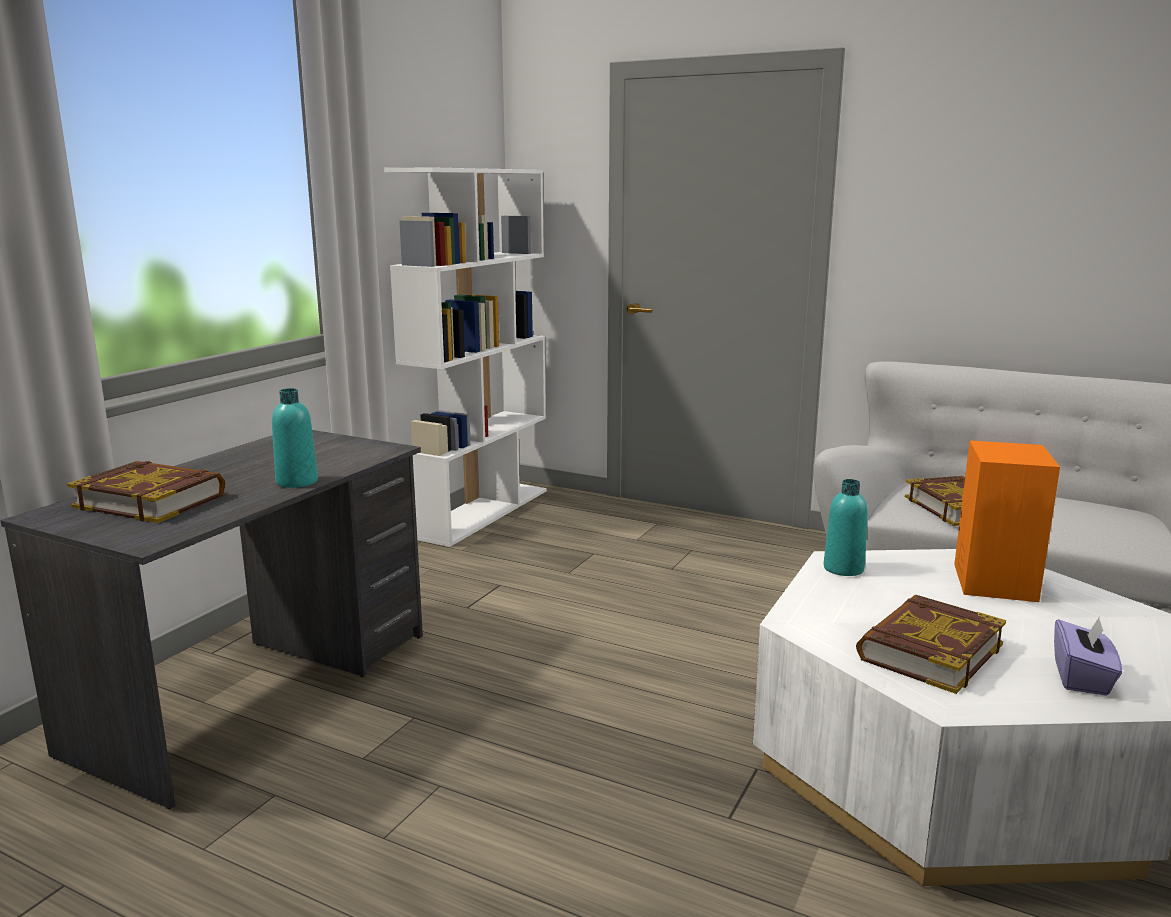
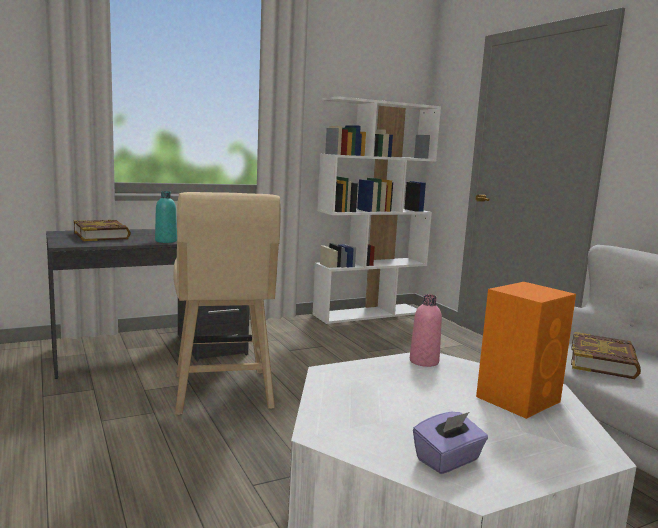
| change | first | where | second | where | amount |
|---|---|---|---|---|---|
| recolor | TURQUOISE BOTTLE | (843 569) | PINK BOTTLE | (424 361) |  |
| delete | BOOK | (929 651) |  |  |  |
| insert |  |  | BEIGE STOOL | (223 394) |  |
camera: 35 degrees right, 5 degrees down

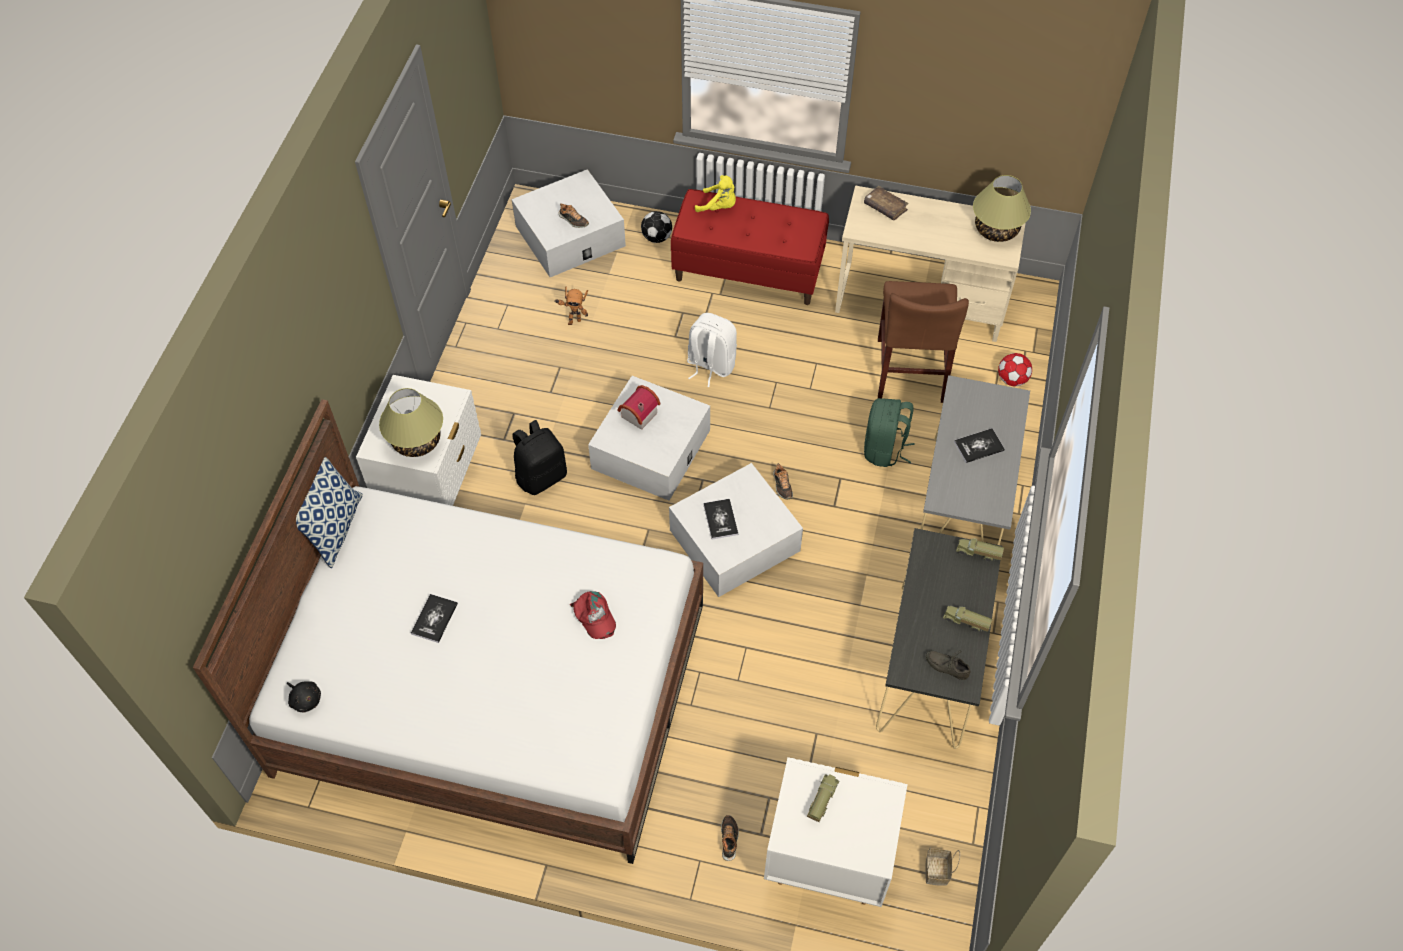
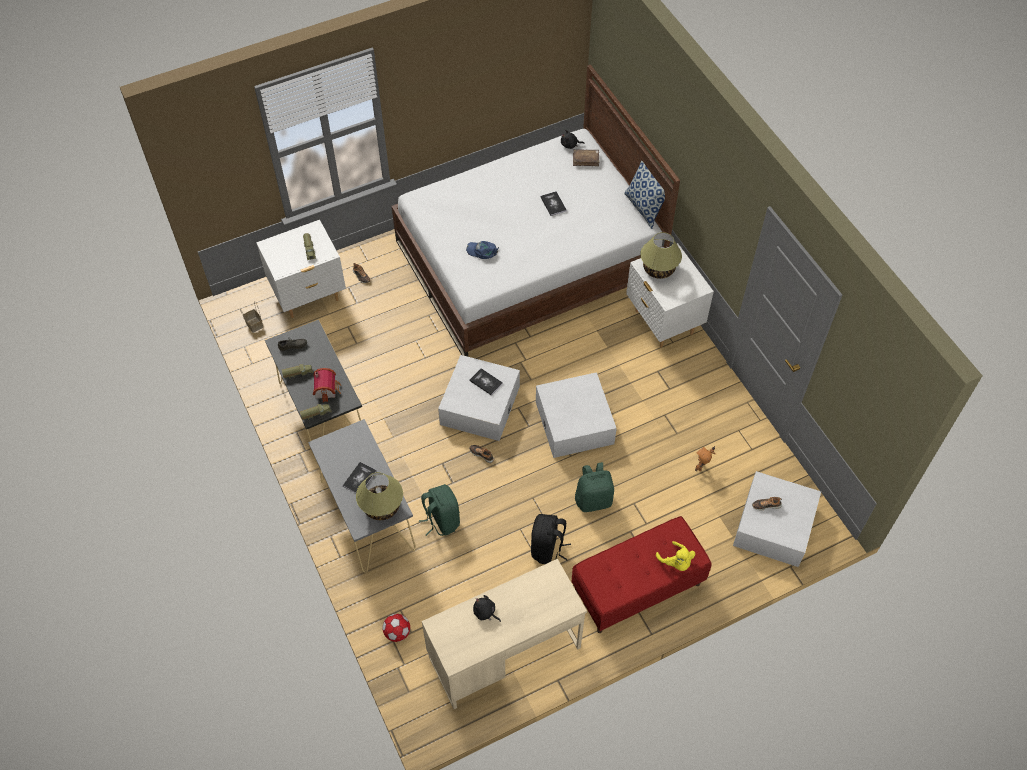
| change | first | where | second | where | amount |
|---|---|---|---|---|---|
| rotate | YELLOW PLUSH TOY | (719 206) |  | (676 562) | 105 degrees counterclockwise |
| move | TABLE LAMP | (996 230) |  | (381 506) |  |
| move | BROWN BOOK | (885 207) |  | (585 160) |  |
| delete | FOOTBALL | (657 238) |  |  |  |
| delete | BROWN CHAIR | (910 370) |  |  |  |
| recolor | WHITE BACKPACK | (710 365) | GREEN BACKPACK | (593 499) |  |
| move | TOY HOUSE | (637 414) |  | (327 389) |  |
| move | BLACK BACKPACK | (541 476) |  | (547 549) |  |
| recolor | RED CAP | (594 617) | BLUE CAP | (482 251) |  |
| insert |  |  | BLACK PLUSH TOY | (485 612) |  |
camera: 140 degrees right, 0 degrees up

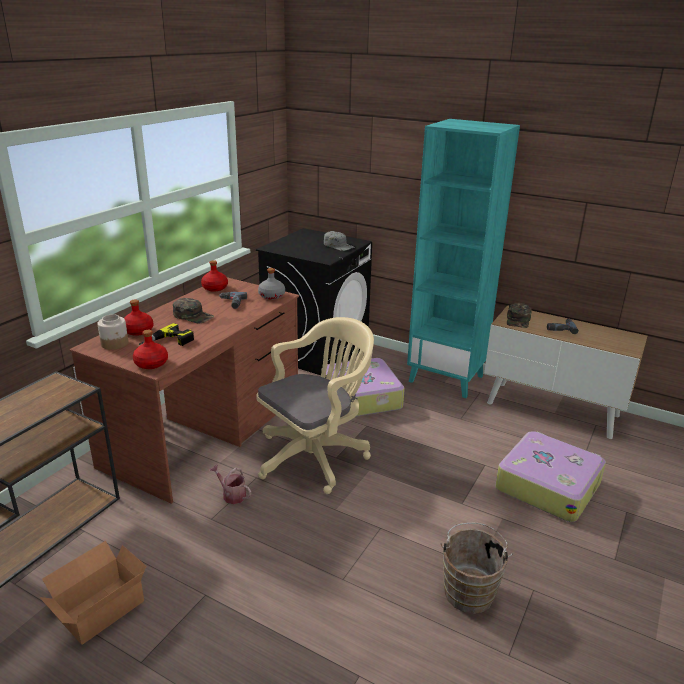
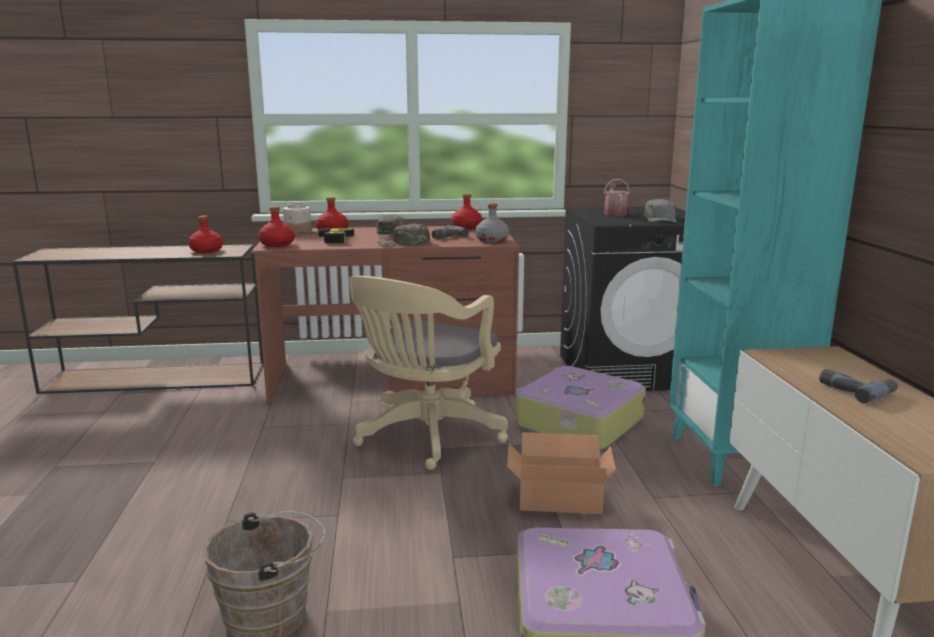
| change | first | where | second | where | amount |
|---|---|---|---|---|---|
| move | GREEN CAP | (518 320) |  | (403 243) |  |
| rotate | BEIGE OFFICE CHAIR | (316 455) |  | (426 437) | 105 degrees clockwise |
| move | WATERING CAN | (231 495) |  | (614 213) |  |
| move | CARDBOARD BOX | (98 609) |  | (557 496) |  |
| insert |  |  | RED BOTTLE | (206 251) |  |
camera: 55 degrees right, 10 degrees down

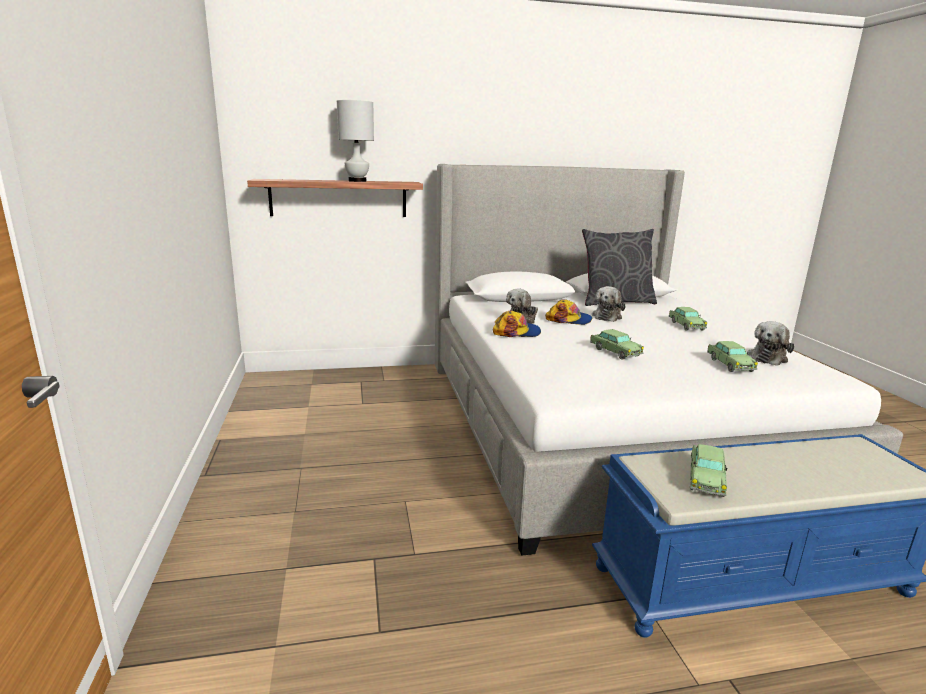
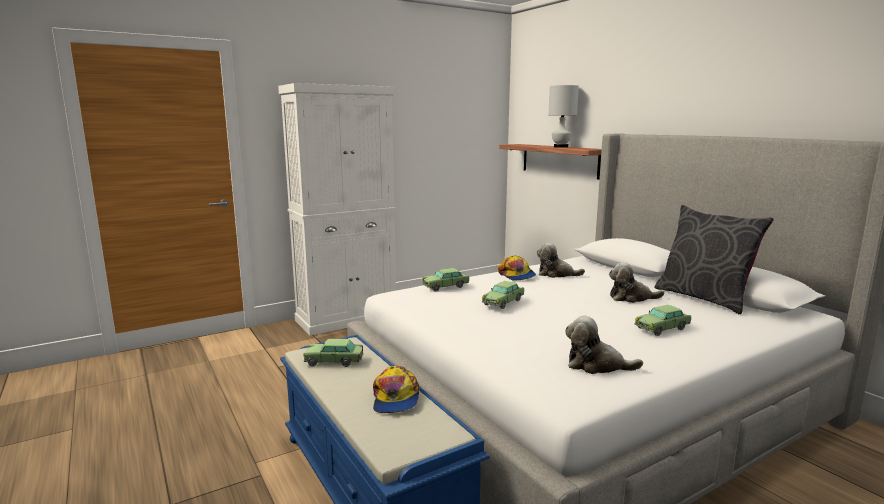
| change | first | where | second | where | amount |
|---|---|---|---|---|---|
| move | CAP | (569 320) |  | (395 398) |  |
| move | TOY CAR | (729 365) |  | (445 286) |  |
| insert |  |  | WHITE CABINET | (347 318) |  |
camera: 70 degrees right, 5 degrees down

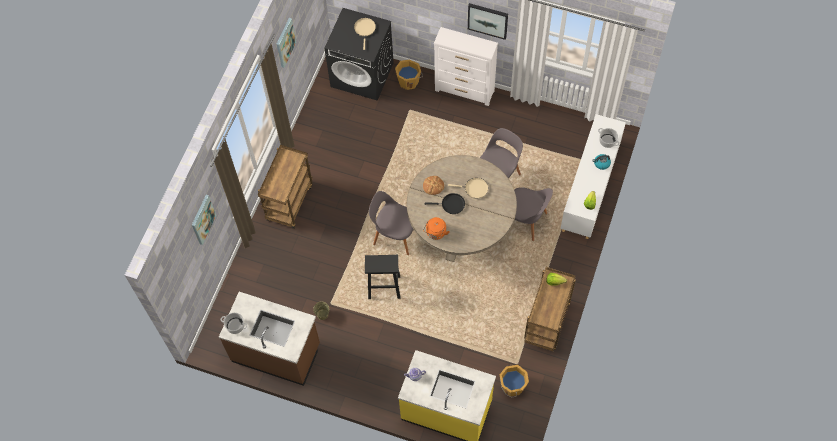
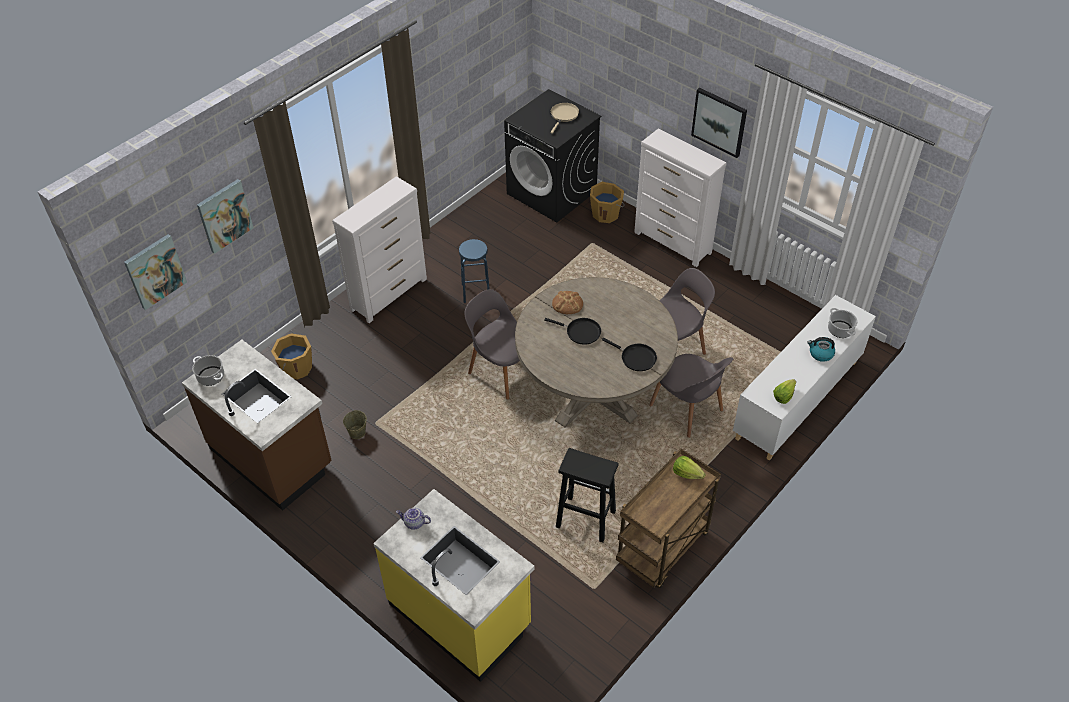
| change | first | where | second | where | amount |
|---|---|---|---|---|---|
| move | PICTURE | (285 42) |  | (155 271) |  |
| replace | BROWN CART | (289 201) | WHITE DRESSER | (389 294) |  |
| delete | BEIGE FRYING PAN | (474 189) |  |  |  |
| delete | ORANGE KETTLE | (435 233) |  |  |  |
| move | BLACK STOOL | (383 287) |  | (584 519) |  |
| move | ORANGE BUCKET | (512 386) |  | (296 368) |  |
| insert |  |  | BLUE STOOL | (476 292) |  |
| insert |  |  | BLACK FRYING PAN | (636 358) |  |
camera: 20 degrees right, 15 degrees down

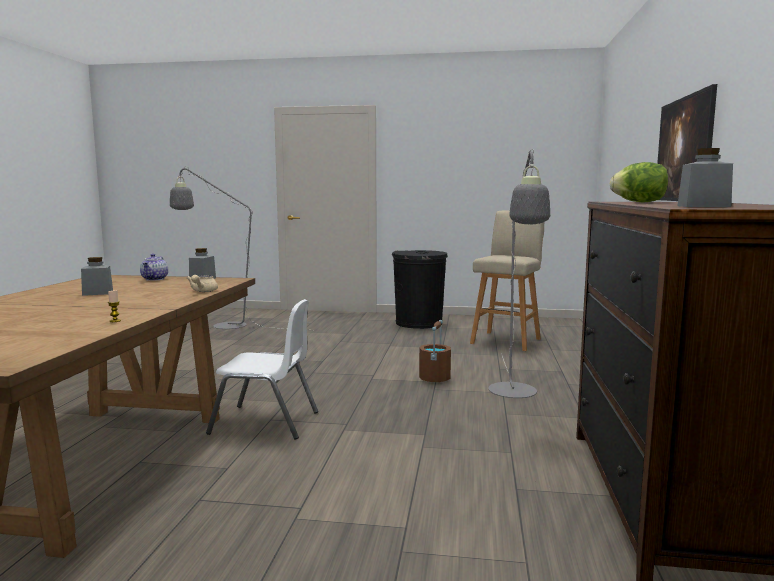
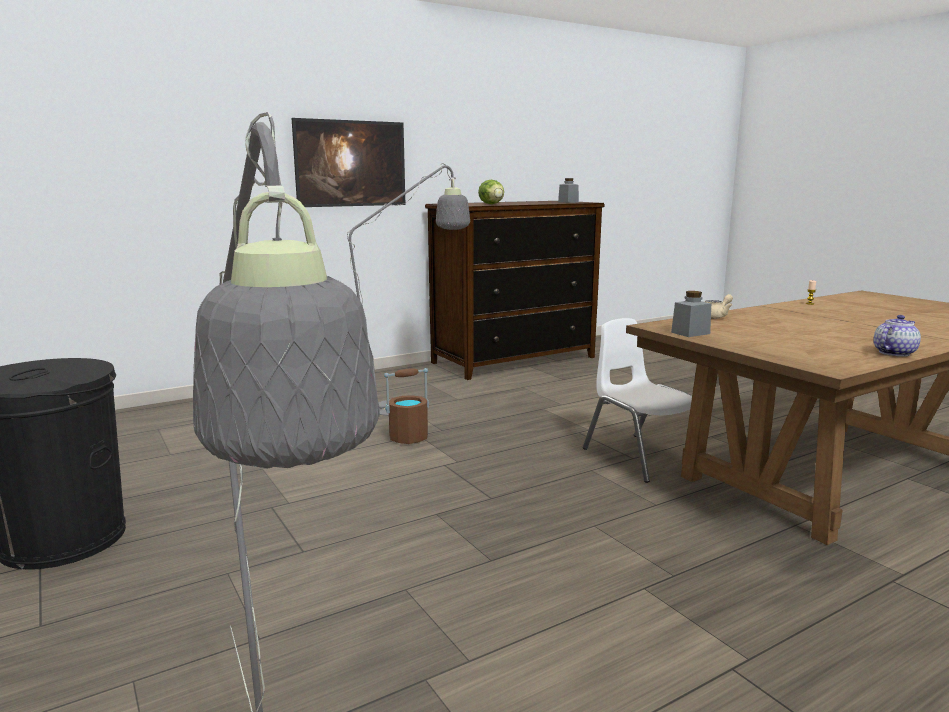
| change | first | where | second | where | amount |
|---|---|---|---|---|---|
| delete | BEIGE STOOL | (506 340) |  |  |  |
| move | TEAPOT | (155 279) |  | (893 353) |  |
| delete | GREY JAR | (98 293) |  |  |  |
camera: 130 degrees left, 5 degrees up

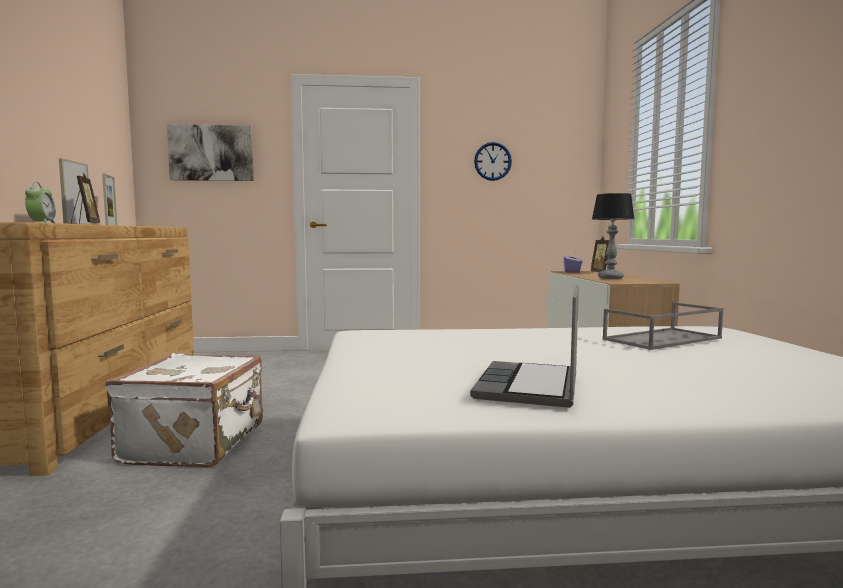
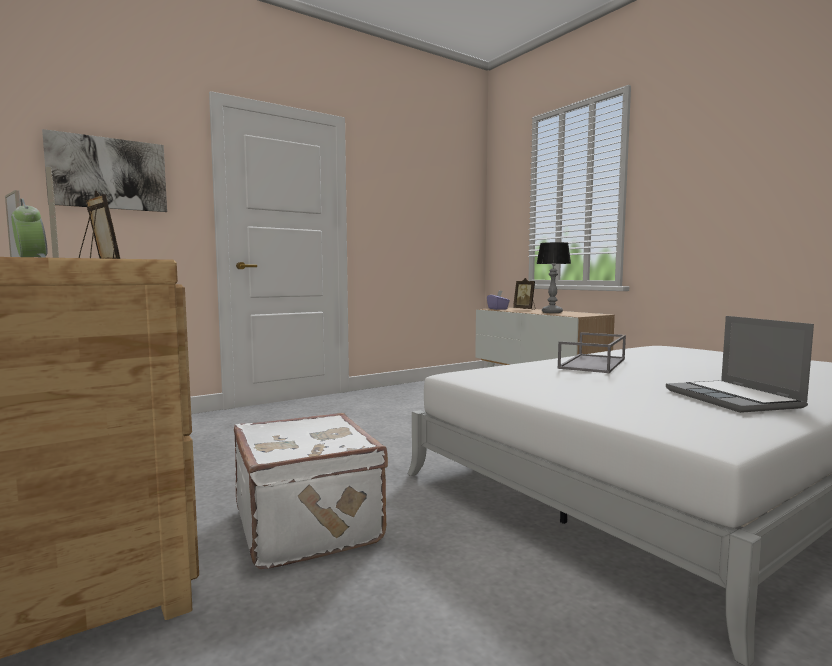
| change | first | where | second | where | amount |
|---|---|---|---|---|---|
| delete | WALL CLOCK | (492 161) |  |  |  |
| move | GREY TRAY | (662 339) |  | (593 363) |  |
camera: 30 degrees left, 0 degrees up

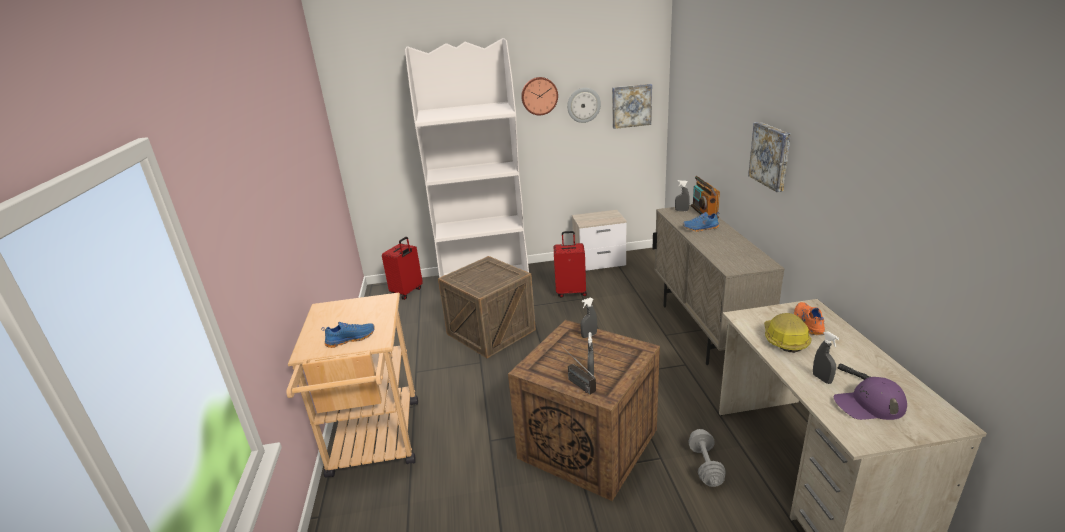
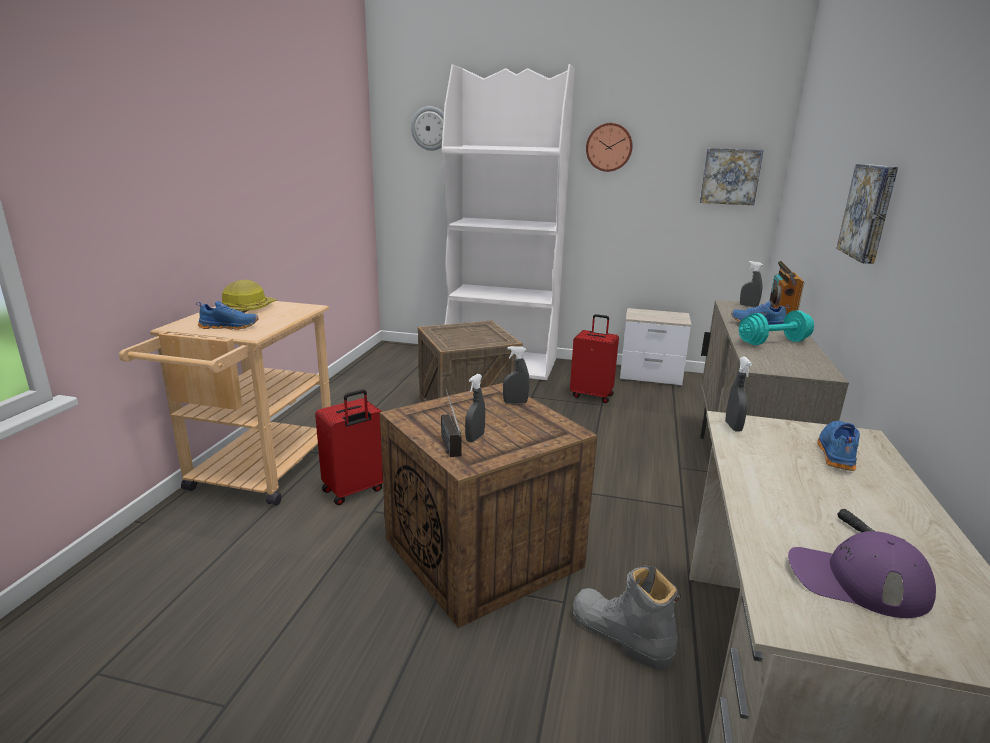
| change | first | where | second | where | amount |
|---|---|---|---|---|---|
| move | WALL CLOCK | (583 105) |  | (431 128) |  |
| move | RED SUITCASE | (407 292) |  | (354 491) |  |
| recolor | ORANGE SHOE | (807 323) | BLUE SHOE | (835 453) |  |
| move | HARD HAT | (784 339) |  | (248 309) |  |
| move | GREY SPRAY BOTTLE | (822 379) |  | (733 427) |  |
| replace | GREY DUMBBELL | (705 466) | GREY BOOT | (620 635) |  |
| insert |  |  | TURQUOISE DUMBBELL | (773 342) |  |
camera: 20 degrees right, 5 degrees down

